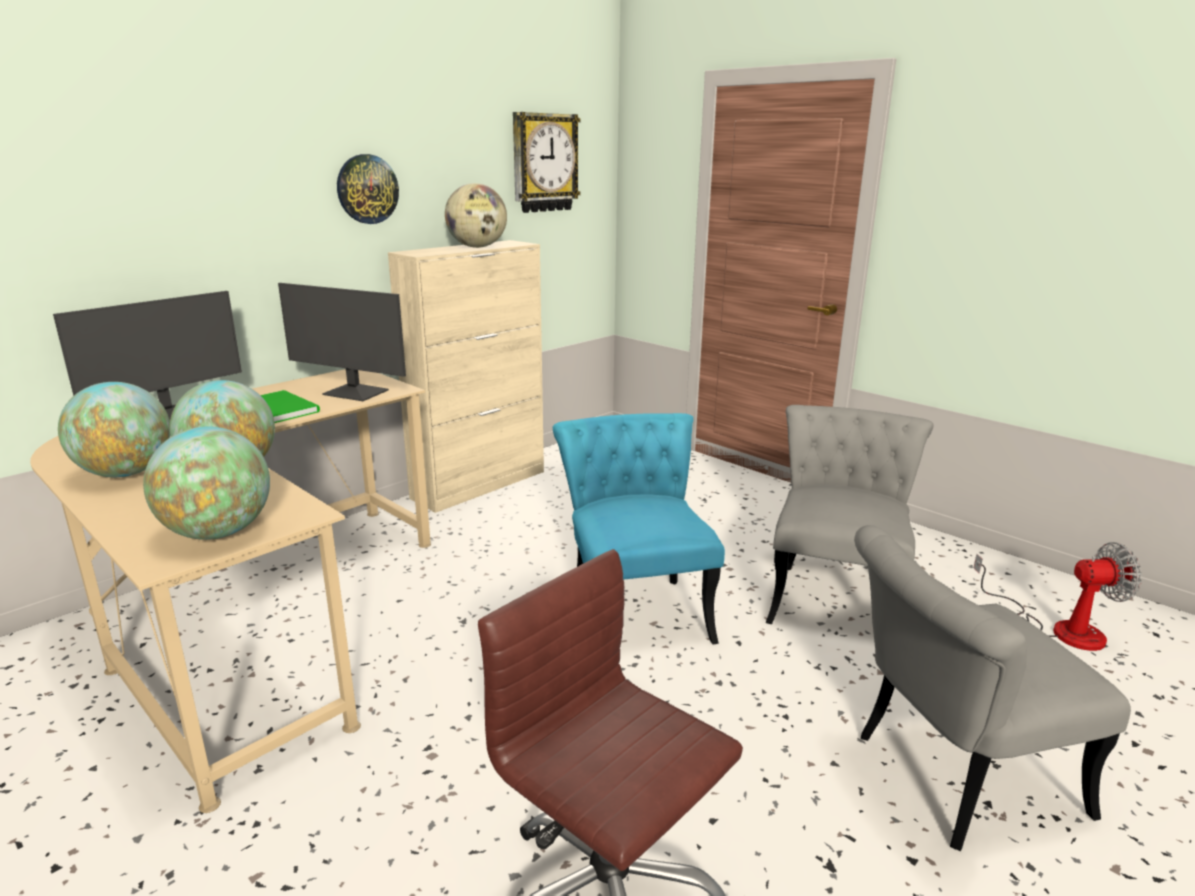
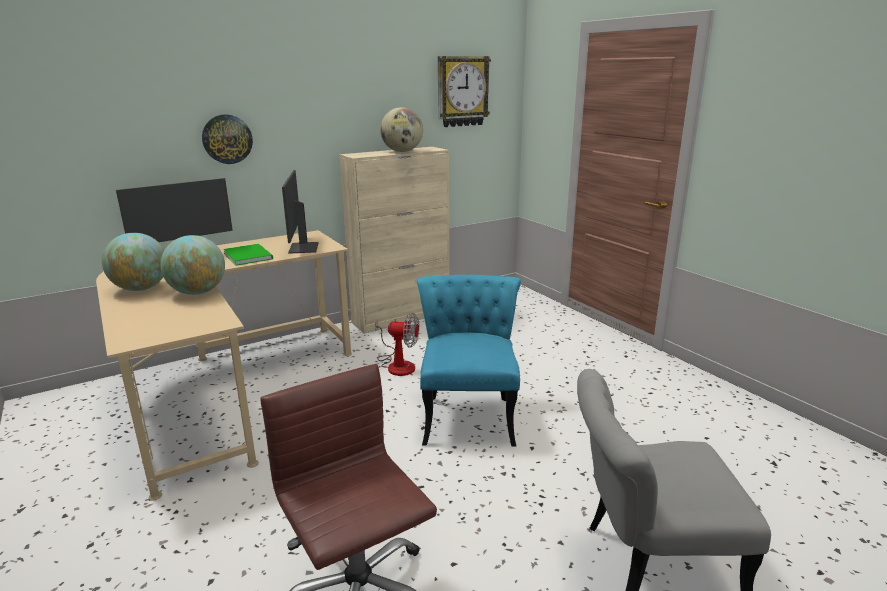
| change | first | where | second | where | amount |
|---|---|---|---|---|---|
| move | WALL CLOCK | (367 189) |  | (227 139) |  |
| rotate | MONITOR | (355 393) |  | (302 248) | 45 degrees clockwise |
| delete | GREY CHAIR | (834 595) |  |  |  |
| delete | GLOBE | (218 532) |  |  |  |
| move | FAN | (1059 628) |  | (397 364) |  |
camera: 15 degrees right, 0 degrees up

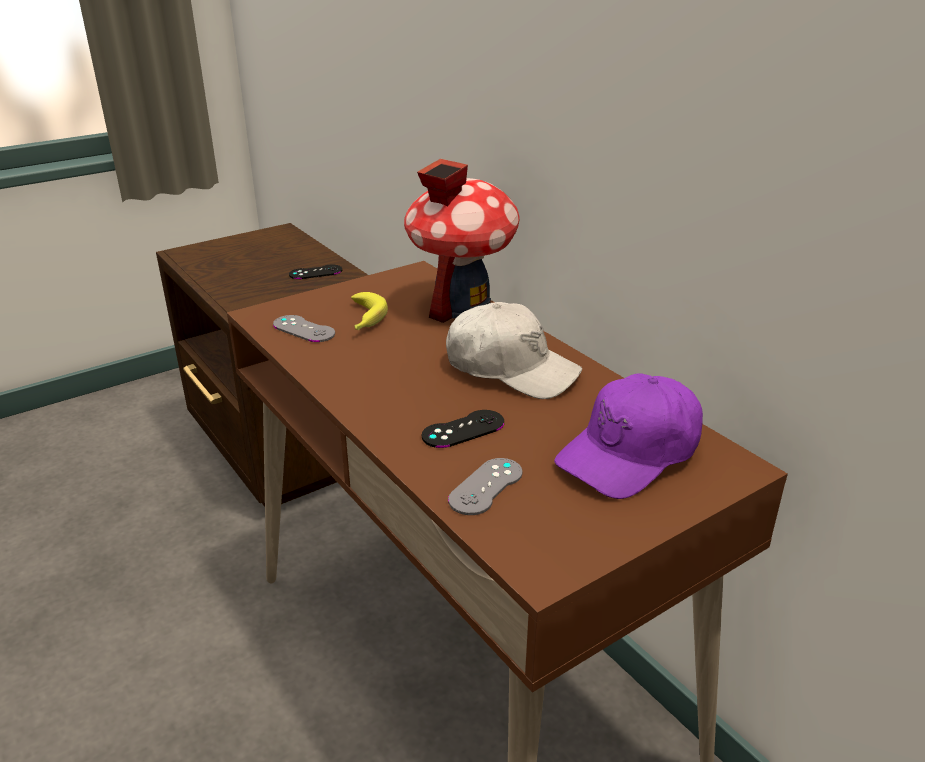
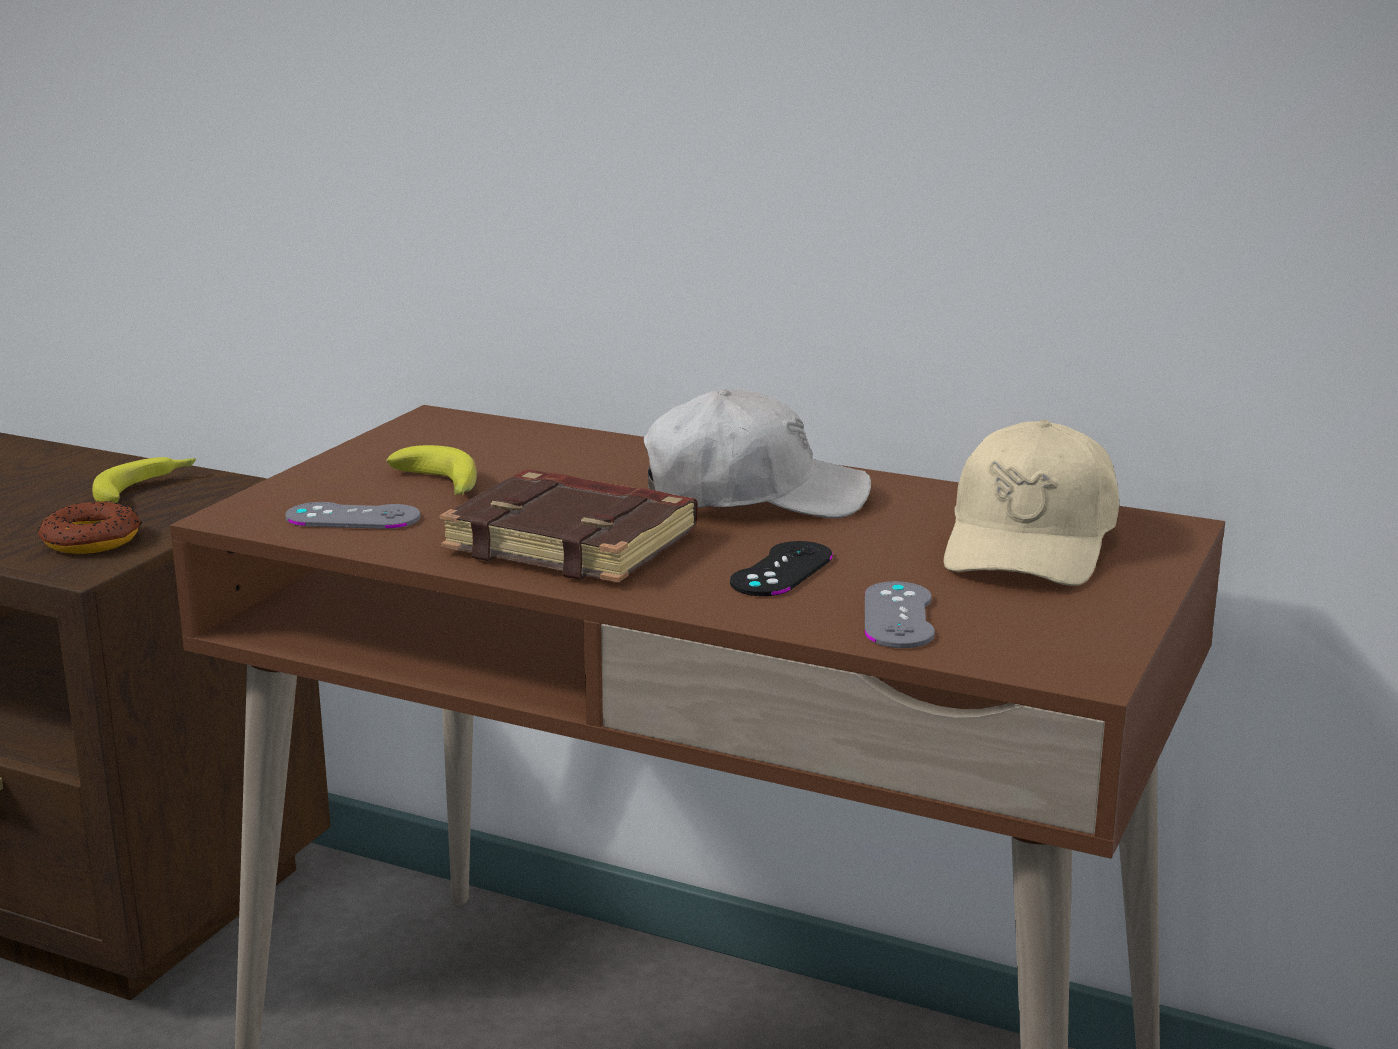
| change | first | where | second | where | amount |
|---|---|---|---|---|---|
| delete | TOY HOUSE | (461 306) |  |  |  |
| replace | BLACK GAME CONTROLLER | (315 272) | BANANA | (147 489) |  |
| recolor | PURPLE CAP | (630 454) | BEIGE CAP | (1030 544) |  |
| insert |  |  | BROWN BOOK | (575 542) |  |
| insert |  |  | DONUT | (91 540) |  |
camera: 30 degrees left, 10 degrees down

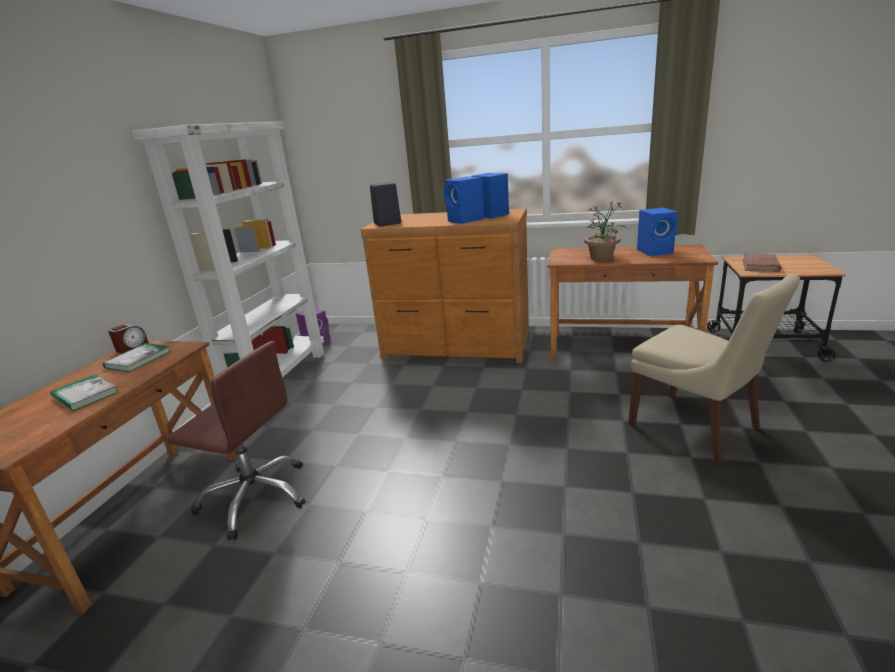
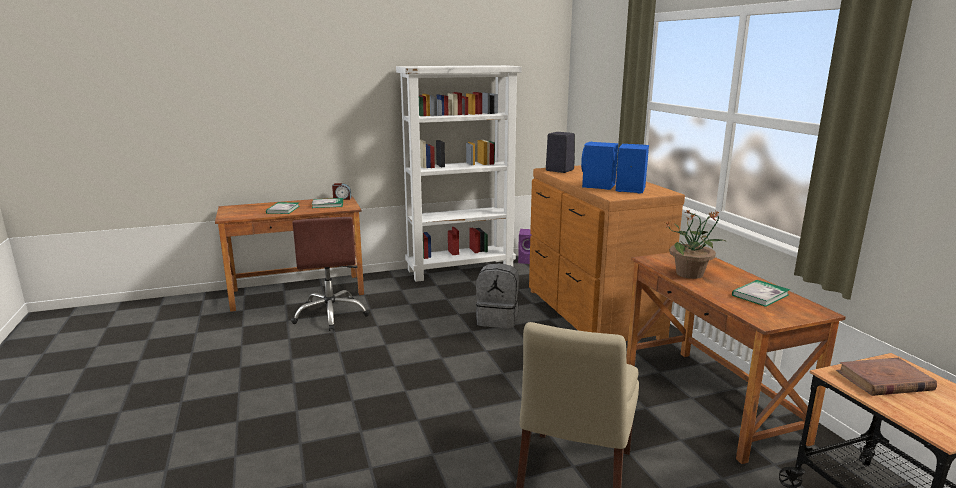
| change | first | where | second | where | amount |
|---|---|---|---|---|---|
| replace | BLUE SPEAKER | (656 251) | BOOK | (760 295) |  |
| insert |  |  | GREY BACKPACK | (498 320) |  |
camera: 55 degrees right, 5 degrees down

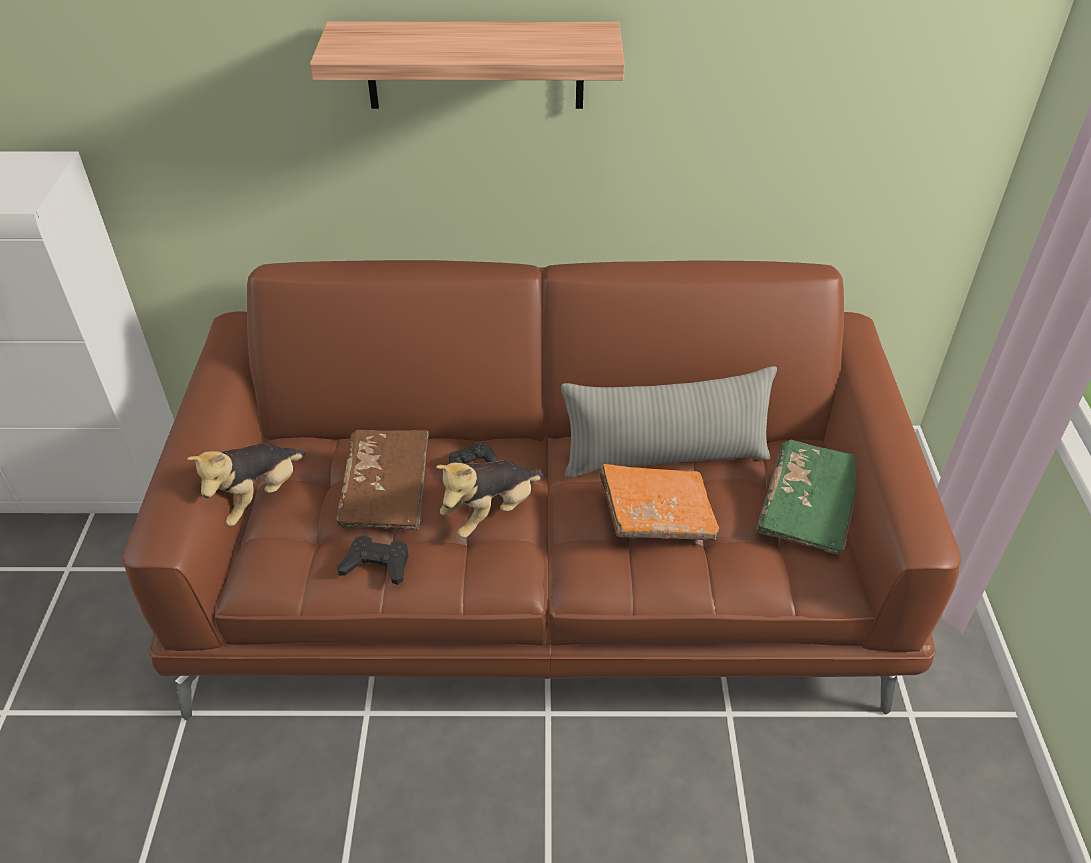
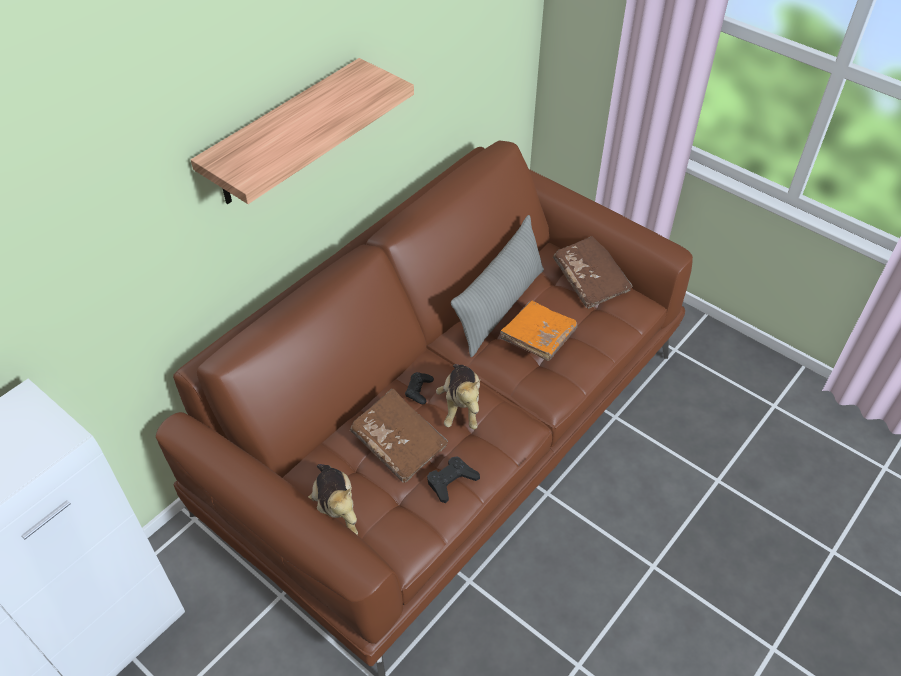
| change | first | where | second | where | amount |
|---|---|---|---|---|---|
| recolor | GREEN BOOK | (807 509) | BROWN BOOK | (590 280) |  |
camera: 50 degrees left, 5 degrees up

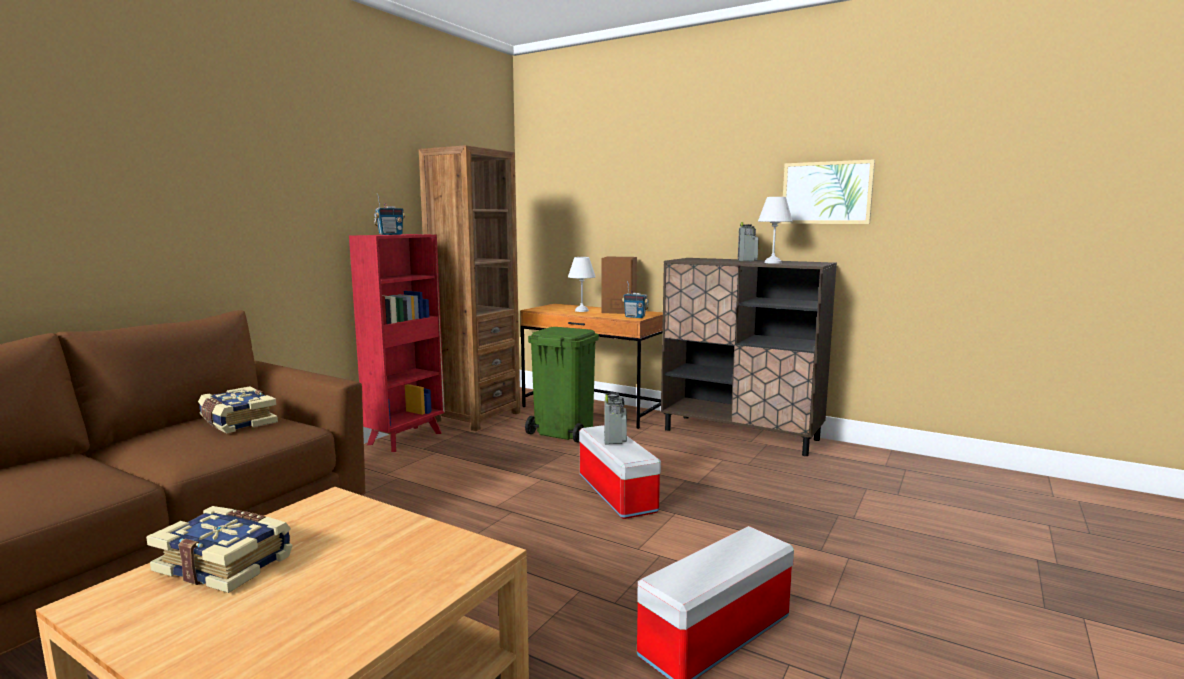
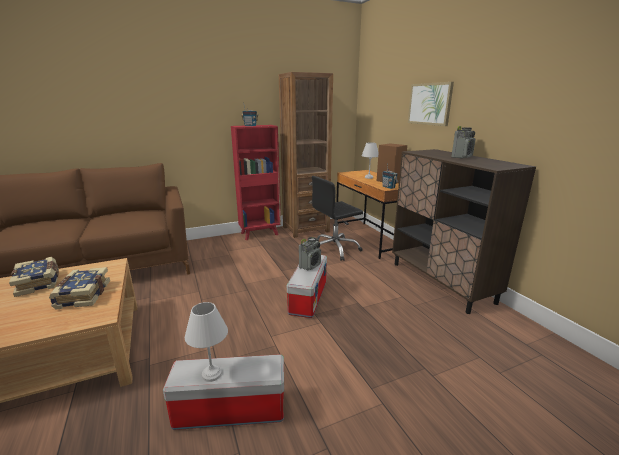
| change | first | where | second | where | amount |
|---|---|---|---|---|---|
| move | PICTURE | (826 193) |  | (430 104) |  |
| move | WHITE TABLE LAMP | (773 262) |  | (213 373) |  |
| replace | GREEN TRASH CAN | (563 431) | BLACK OFFICE CHAIR | (335 249) |  |
| move | BOOK | (237 422) |  | (82 295) |  |
camera: 35 degrees right, 10 degrees up

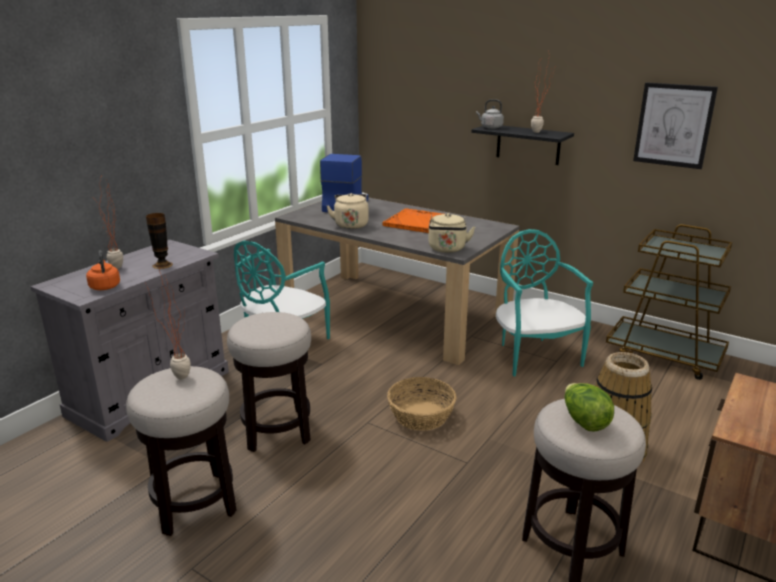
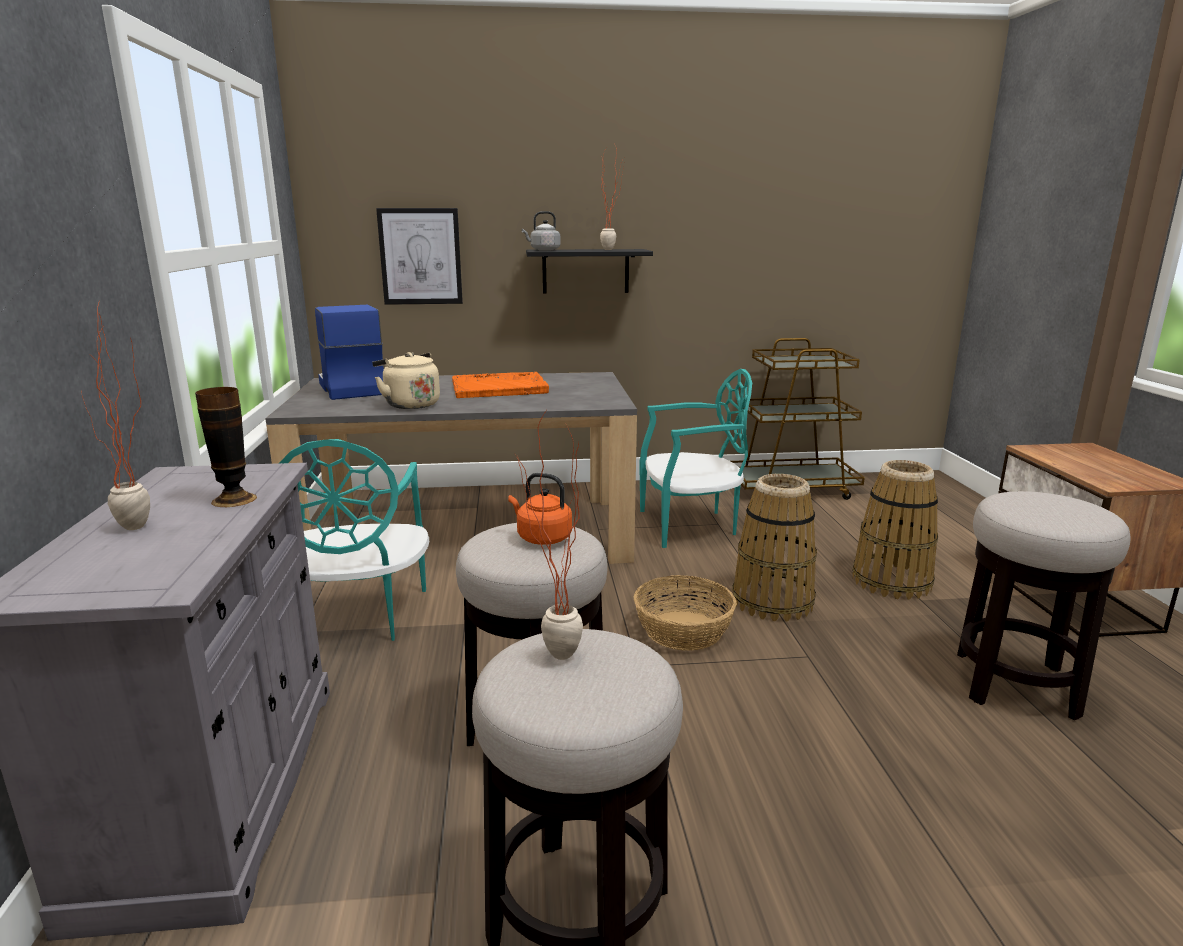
| change | first | where | second | where | amount |
|---|---|---|---|---|---|
| move | PICTURE | (673 125) |  | (420 256) |  |
| delete | BEIGE KETTLE | (447 249) |  |  |  |
| rotate | TURQUOISE CHAIR | (534 355) |  | (690 526) | 135 degrees clockwise |
| move | ORANGE KETTLE | (105 286) |  | (541 538) |  |
| delete | LETTUCE | (584 421) |  |  |  |
| insert |  |  | BASKET | (773 601) |  |
camera: 40 degrees left, 5 degrees down

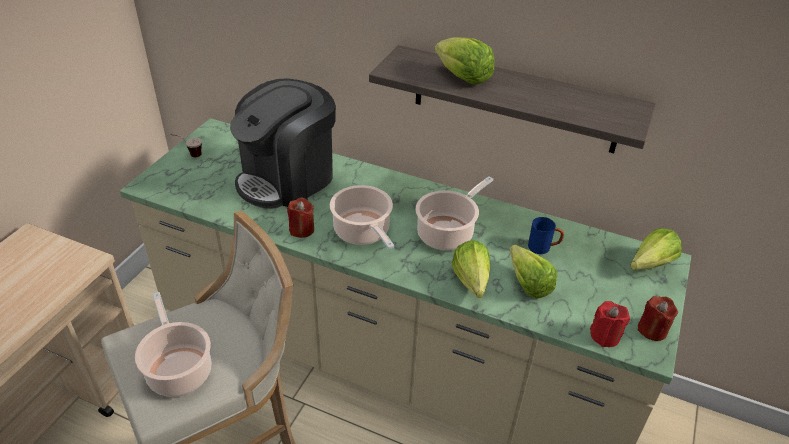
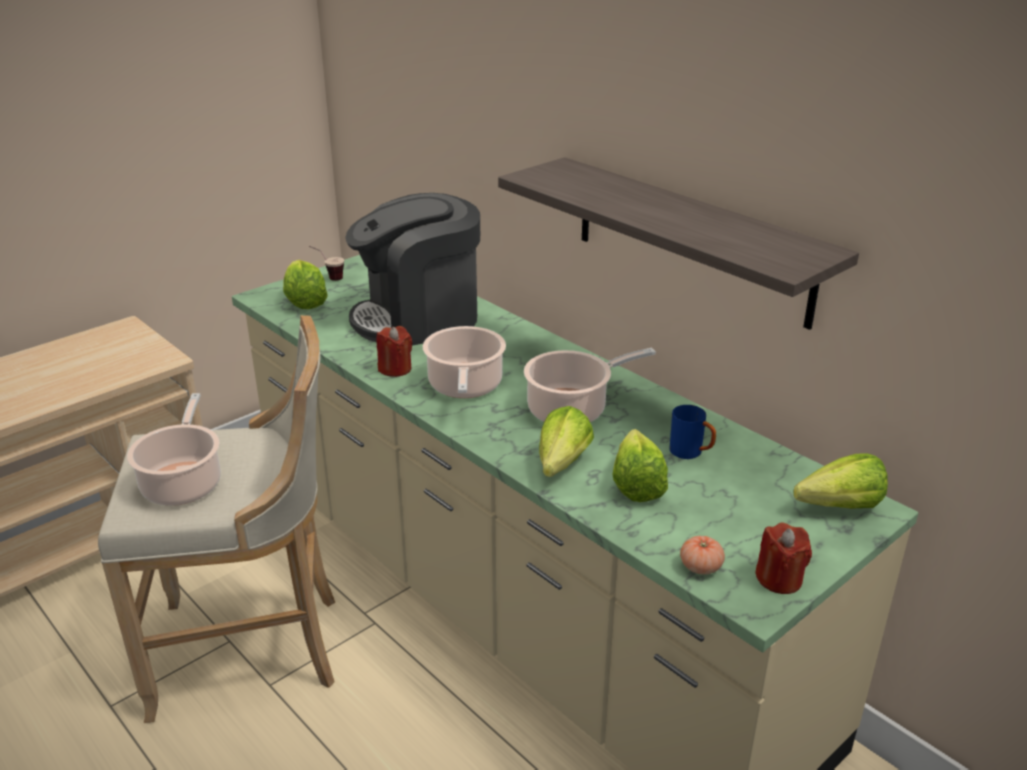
| change | first | where | second | where | amount |
|---|---|---|---|---|---|
| move | LETTUCE | (463 77) |  | (305 302) |  |
| replace | RED CANDLE | (605 336) | TOMATO | (700 567) |  |
camera: 25 degrees right, 10 degrees down

